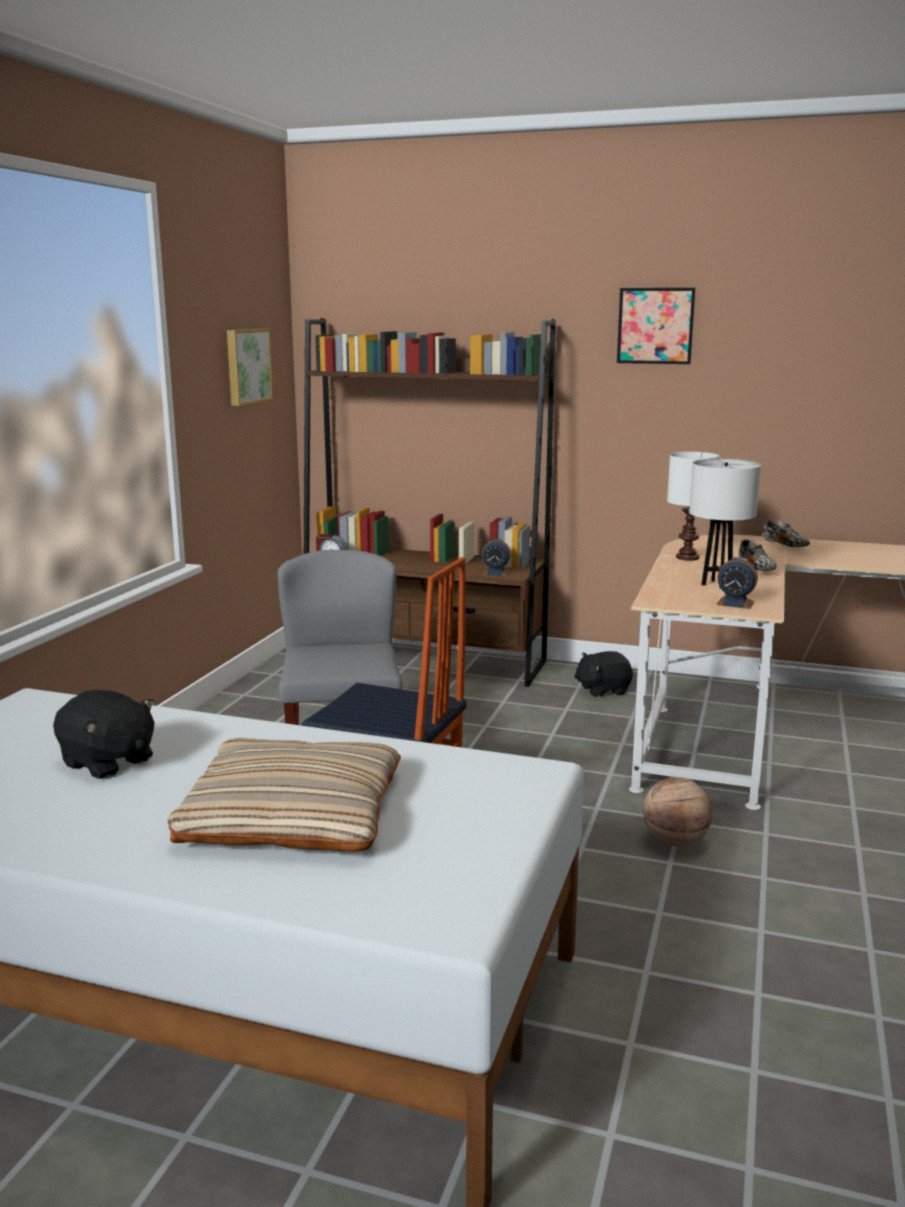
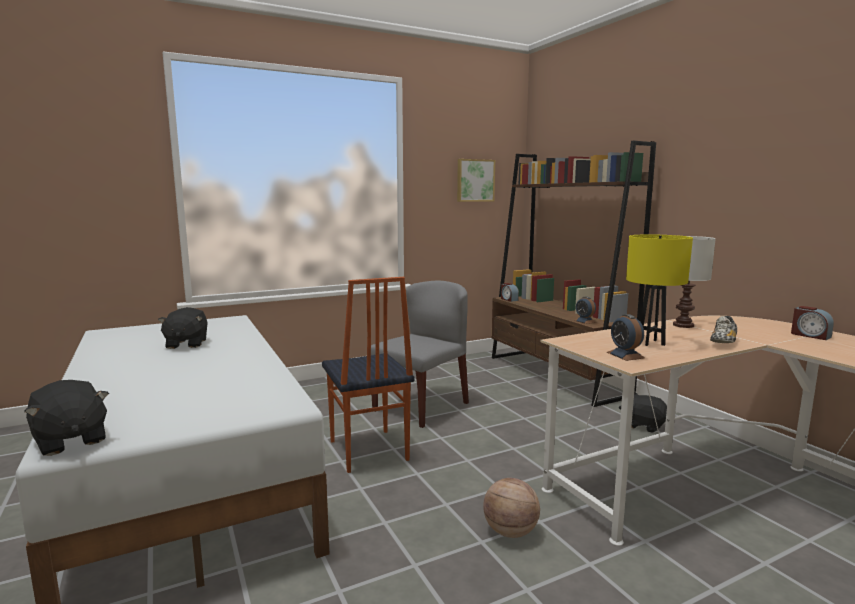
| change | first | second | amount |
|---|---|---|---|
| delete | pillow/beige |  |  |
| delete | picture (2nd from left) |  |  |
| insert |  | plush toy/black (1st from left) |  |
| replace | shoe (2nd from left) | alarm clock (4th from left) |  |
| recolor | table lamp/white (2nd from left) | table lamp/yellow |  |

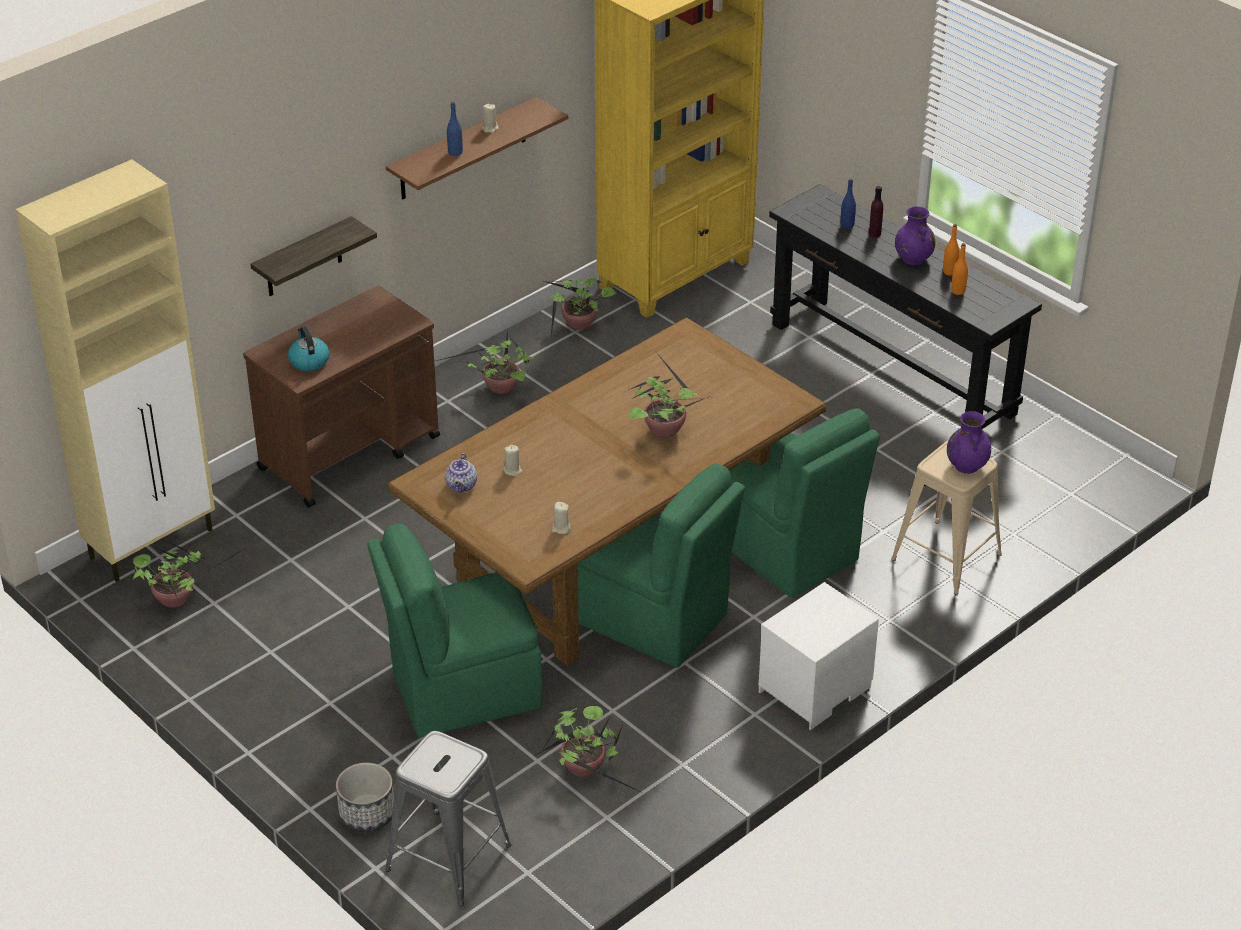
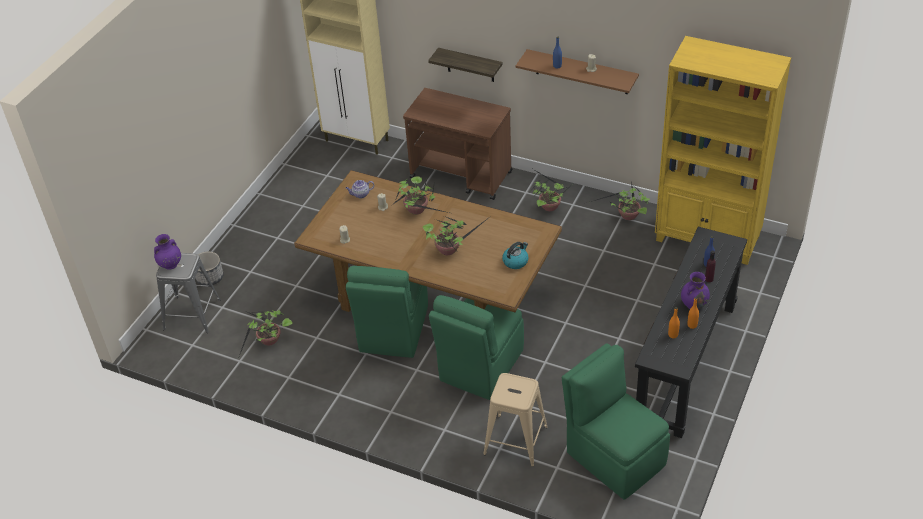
| change | first | second | amount |
|---|---|---|---|
| delete | nightstand/white |  |  |
| move | potted plant (1st from left in the first image) | potted plant (2nd from left) |  |
| move | kettle |  |  |
| move | chair/green (1st from left in the first image) | chair/green (3rd from left) |  |
| move | vase/purple (2nd from left in the first image) | vase/purple (1st from left) |  |

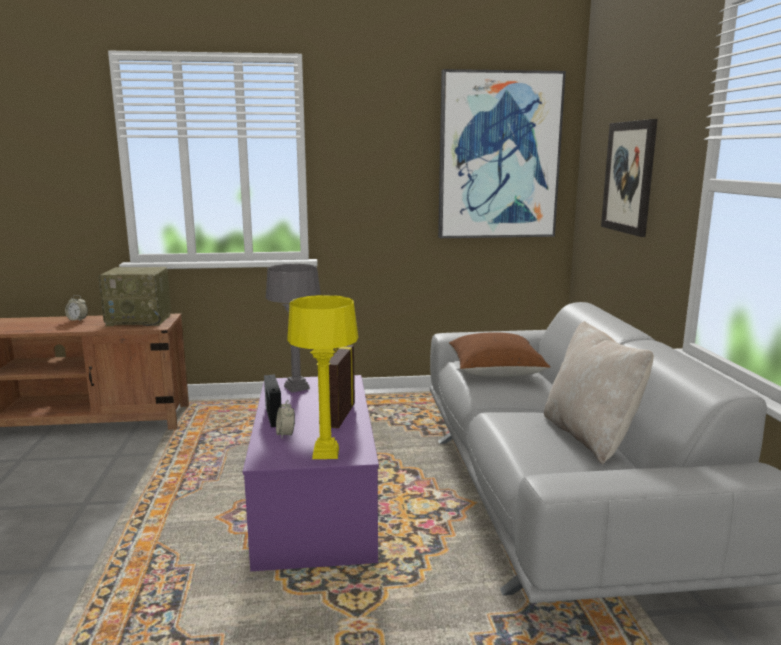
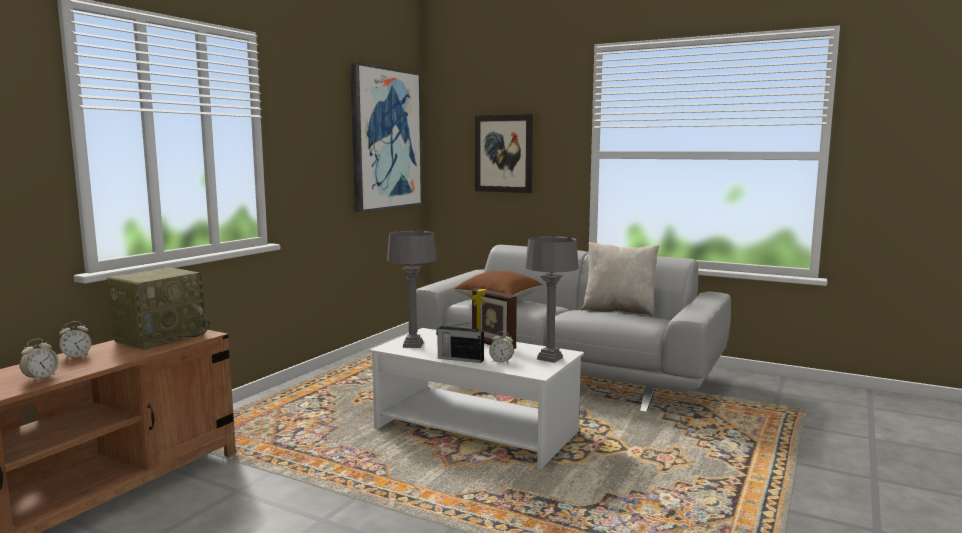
| change | first | second | amount |
|---|---|---|---|
| insert |  | alarm clock (1st from left) |  |
| recolor | coffee table/purple | coffee table/white |  |
| recolor | table lamp/yellow | table lamp/grey (2nd from left) |  |

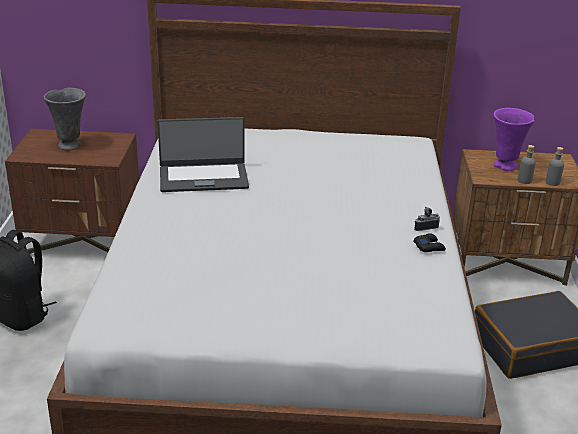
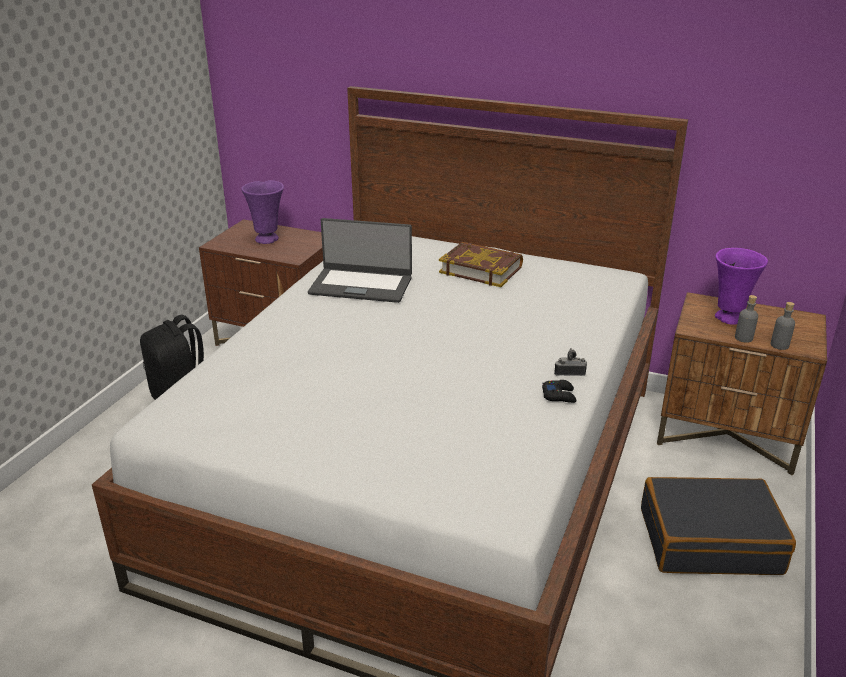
| change | first | second | amount |
|---|---|---|---|
| insert |  | book |  |
| recolor | vase/grey | vase/purple (1st from left) |  |

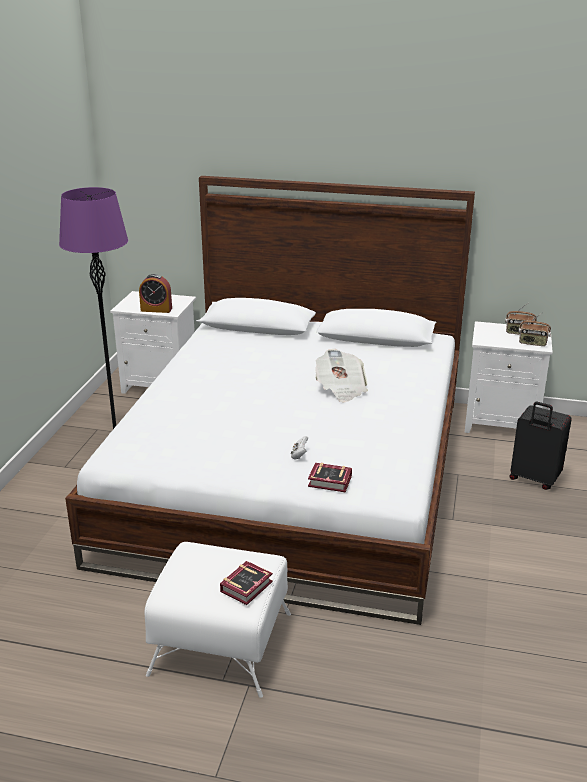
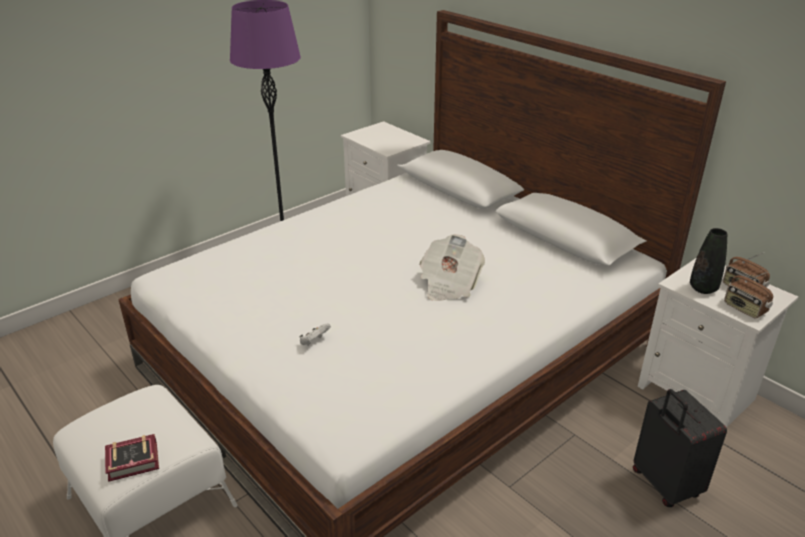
| change | first | second | amount |
|---|---|---|---|
| delete | alarm clock |  |  |
| delete | book (2nd from left) |  |  |
| insert |  | vase/black |  |

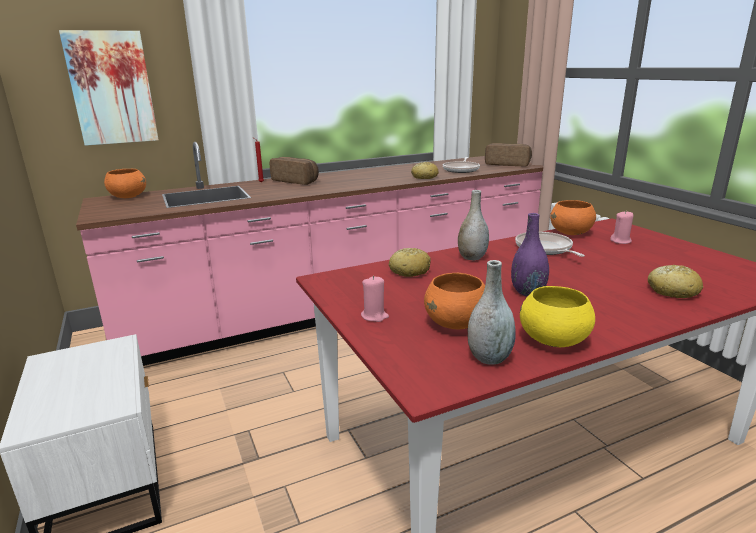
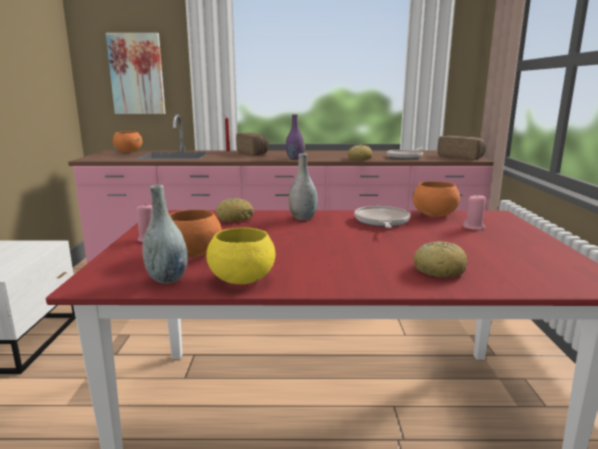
| change | first | second | amount |
|---|---|---|---|
| move | vase/purple |  |  |

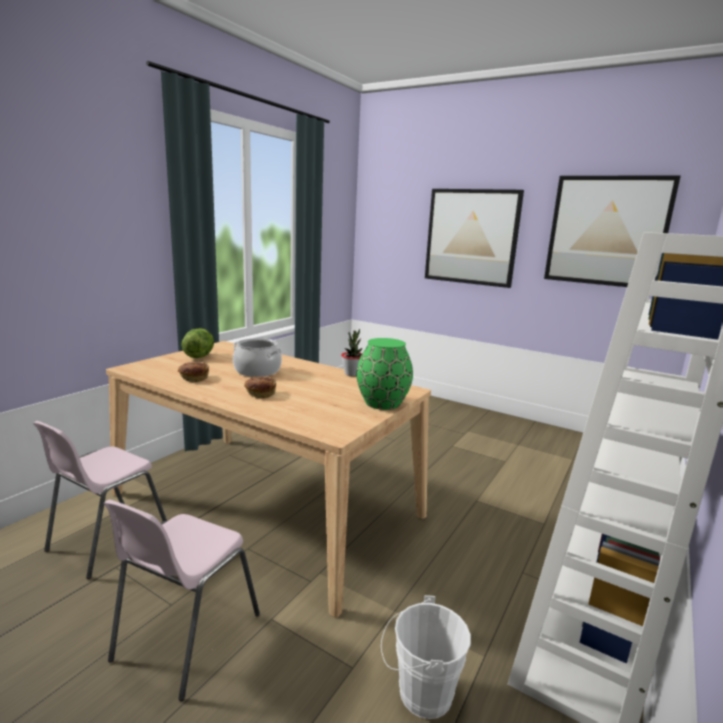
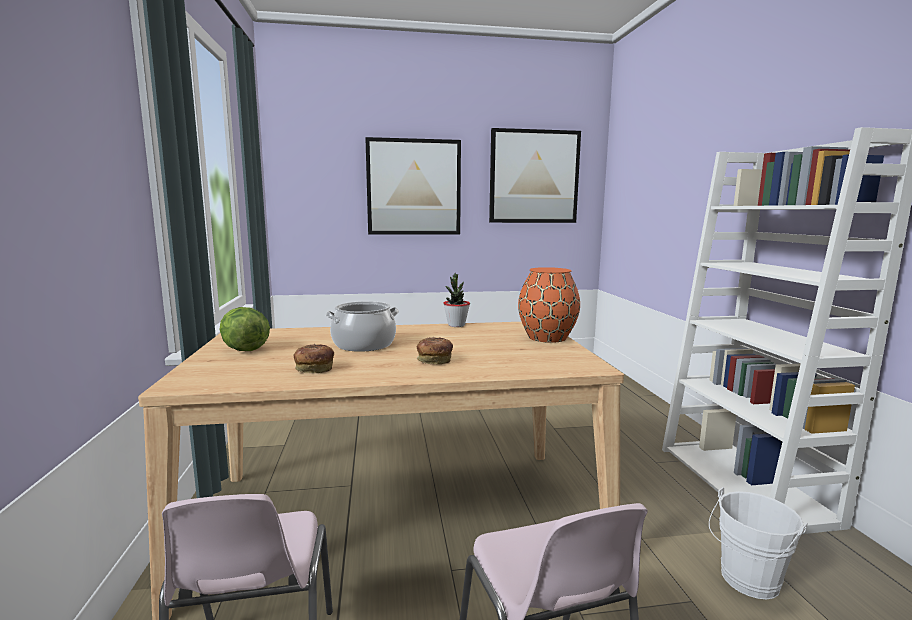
| change | first | second | amount |
|---|---|---|---|
| recolor | vase/green | vase/orange |  |

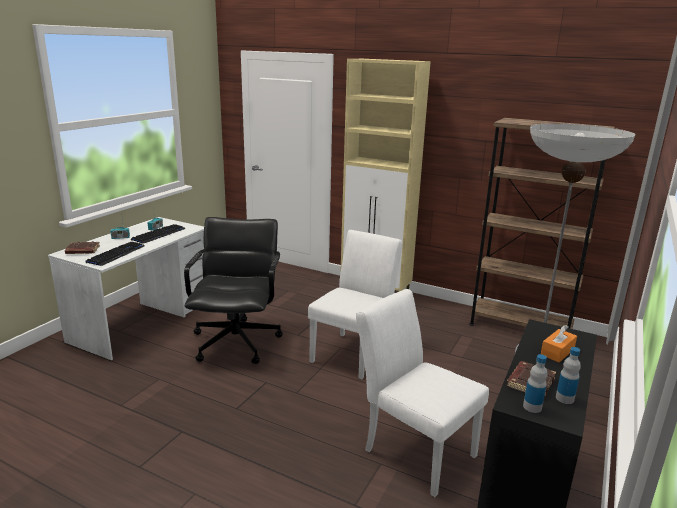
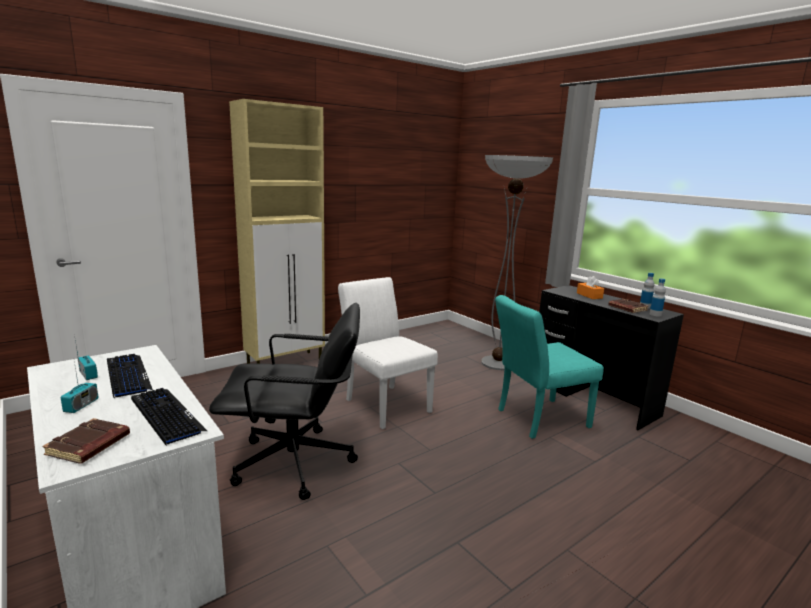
| change | first | second | amount |
|---|---|---|---|
| delete | bookcase/brown |  |  |
| recolor | chair/white (2nd from left) | chair/turquoise |  |
| rotate | office chair/black |  | 150 degrees clockwise |

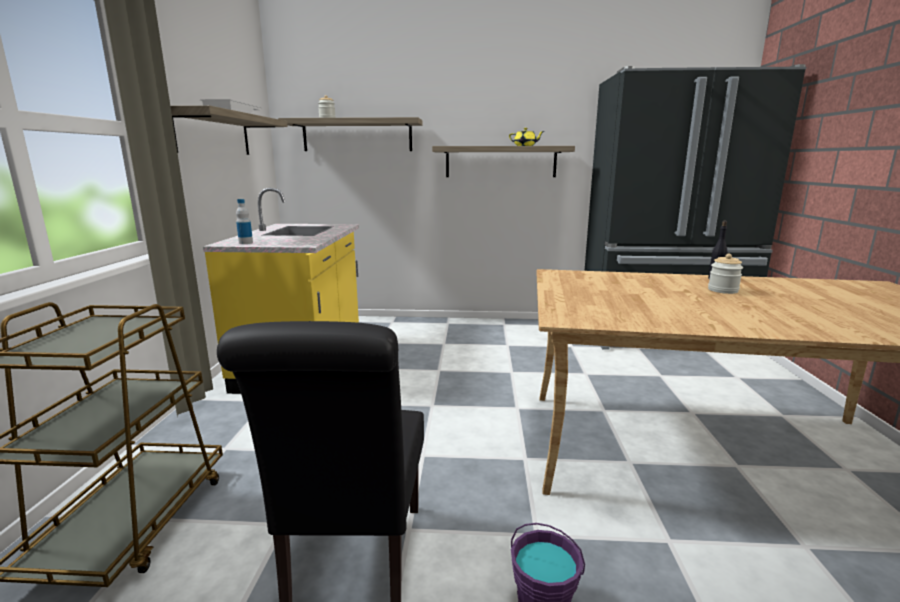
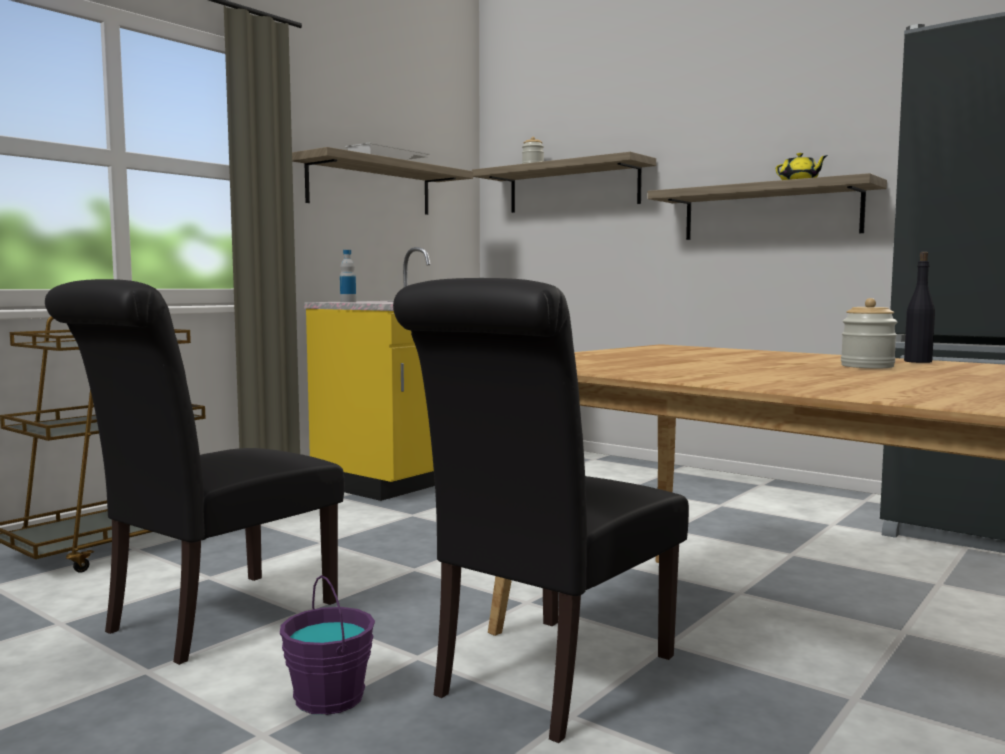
| change | first | second | amount |
|---|---|---|---|
| insert |  | chair/black (2nd from left) |  |

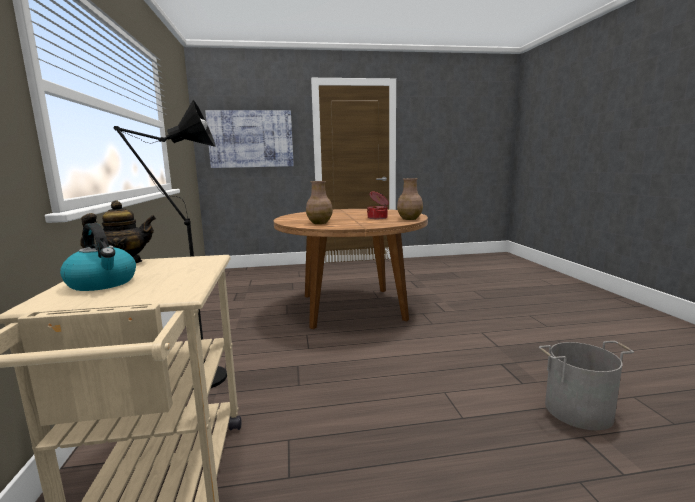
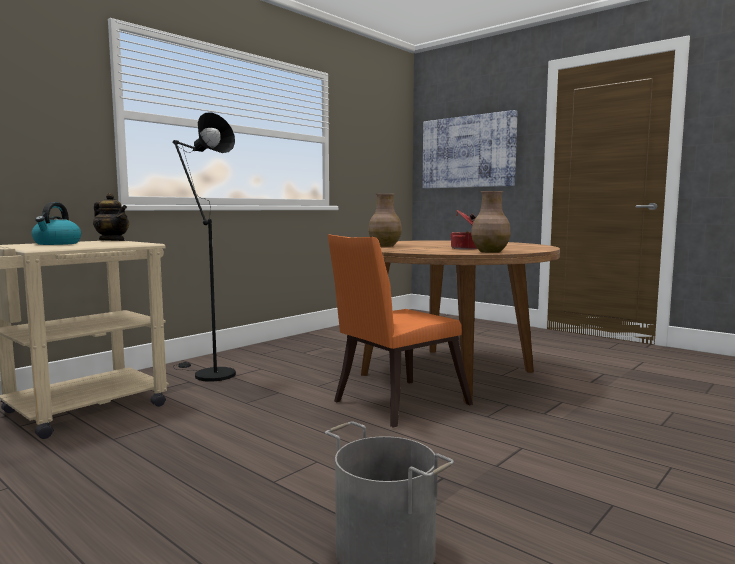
| change | first | second | amount |
|---|---|---|---|
| insert |  | chair/orange |  |

